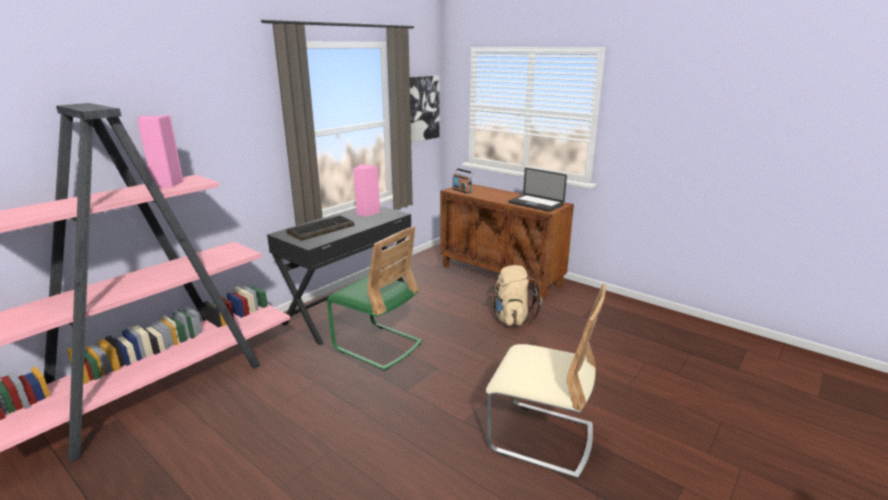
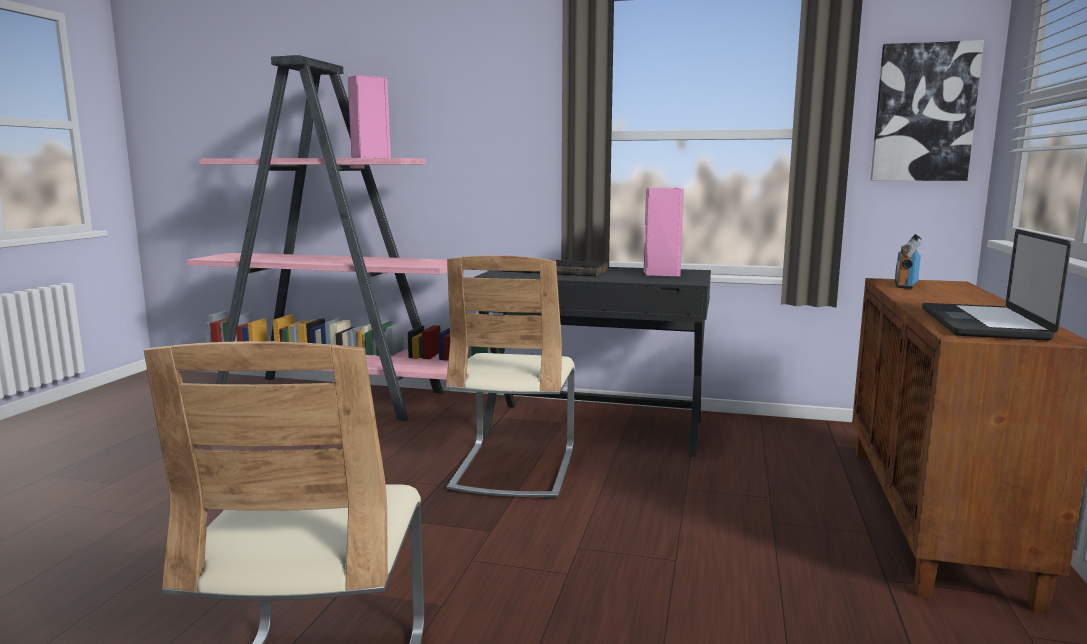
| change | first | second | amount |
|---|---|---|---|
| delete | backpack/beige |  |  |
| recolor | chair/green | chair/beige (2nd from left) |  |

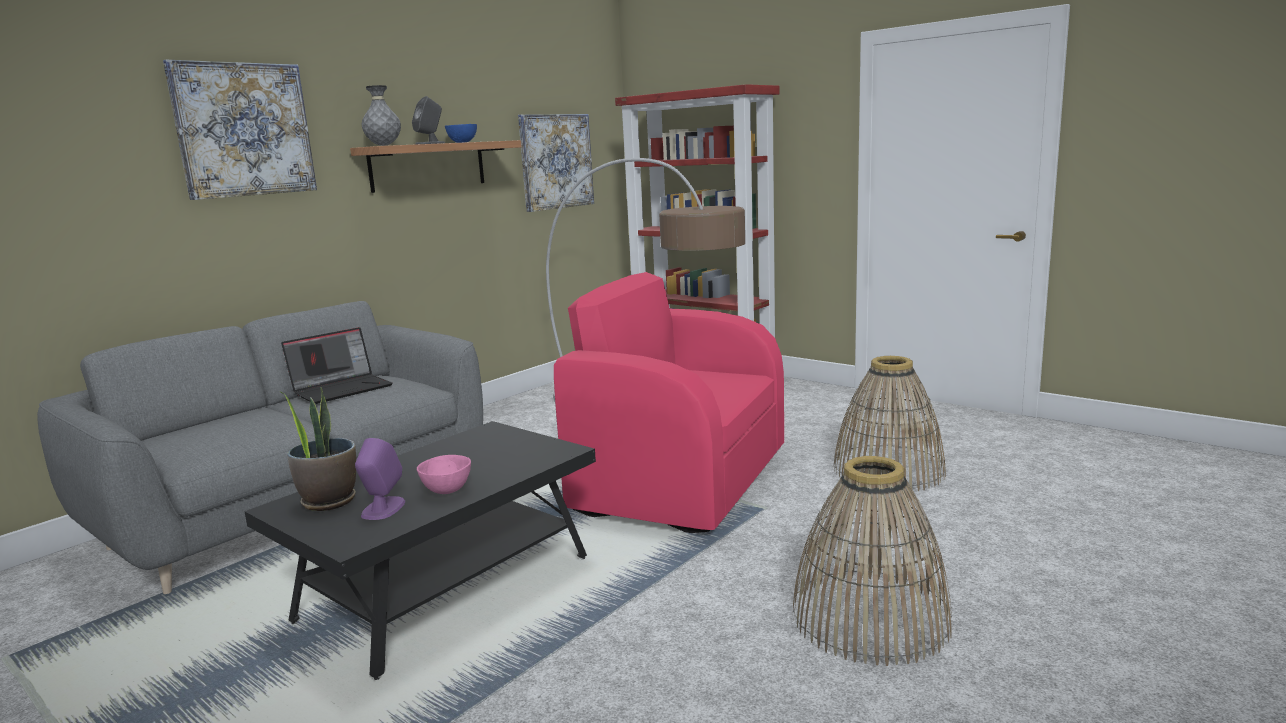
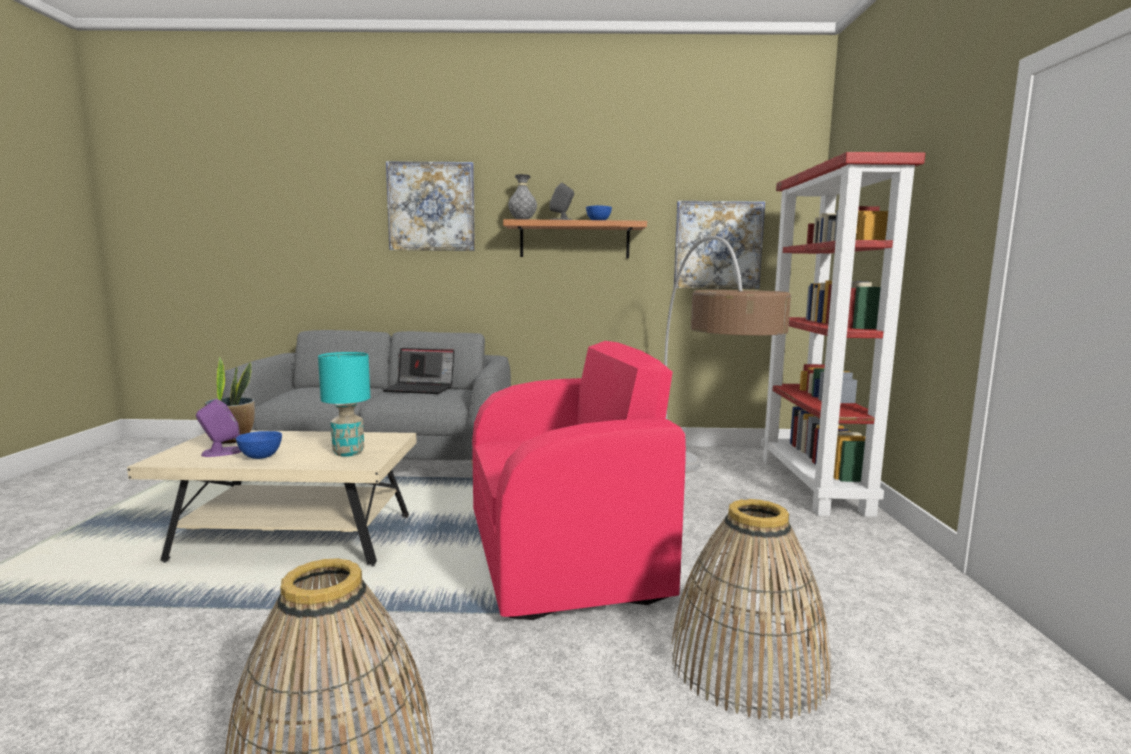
| change | first | second | amount |
|---|---|---|---|
| insert |  | table lamp/turquoise |  |
| recolor | coffee table/black | coffee table/beige |  |
| recolor | bowl/pink | bowl/blue (1st from left) |  |
| rotate | armchair/pink |  | 90 degrees clockwise |

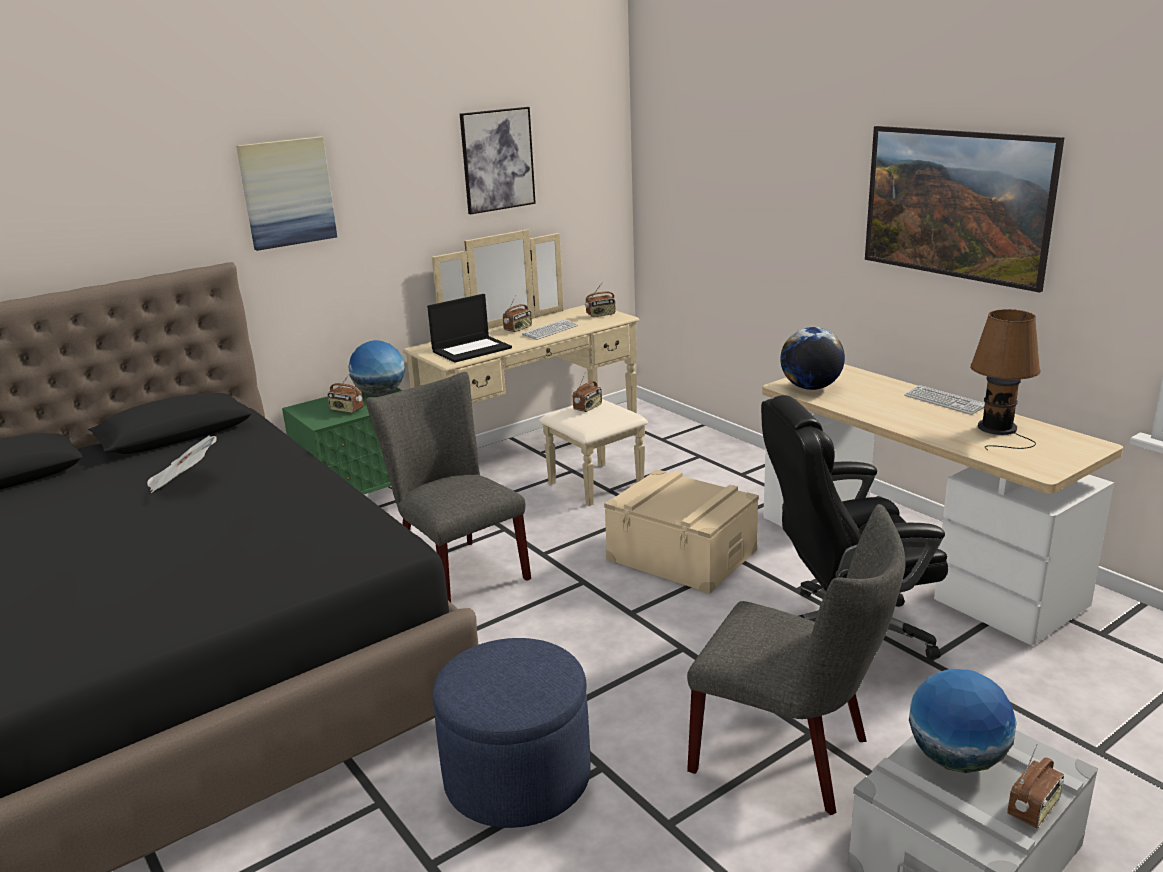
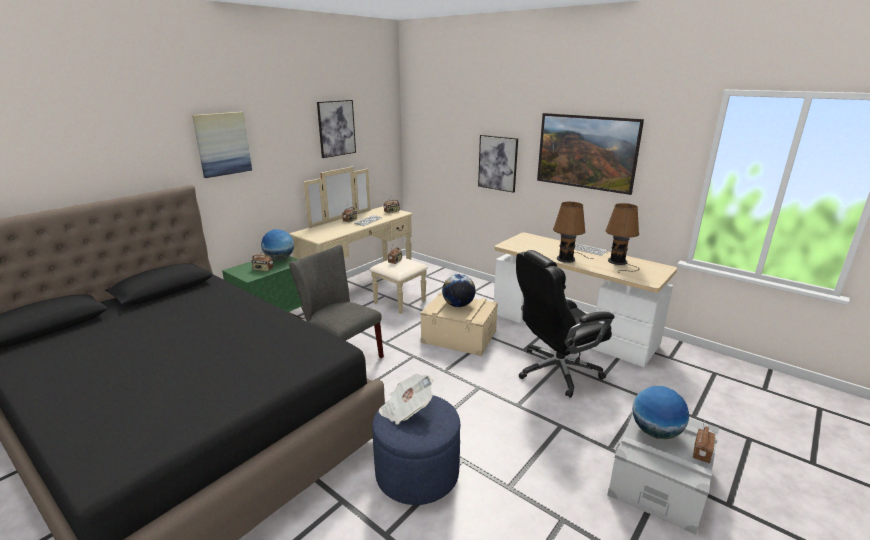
| change | first | second | amount |
|---|---|---|---|
| delete | laptop |  |  |
| delete | chair/grey (2nd from left) |  |  |
| insert |  | picture (3rd from left) |  |
| insert |  | table lamp/brown (1st from left) |  |
| move | newspaper |  |  |
| move | globe (2nd from left) |  |  |

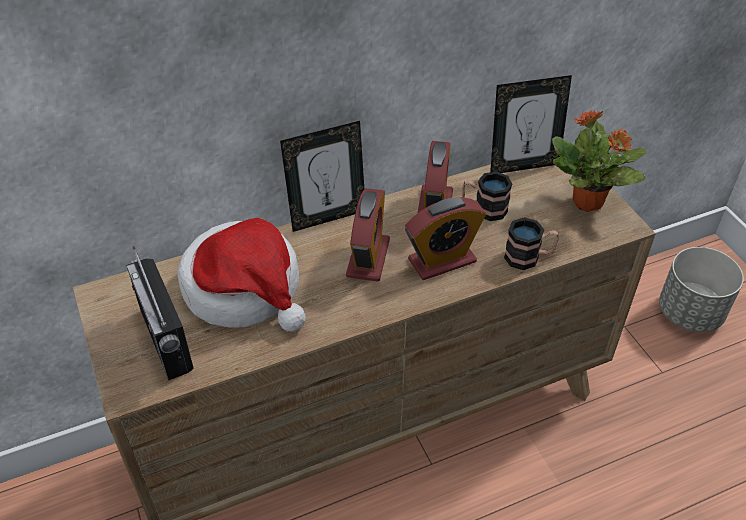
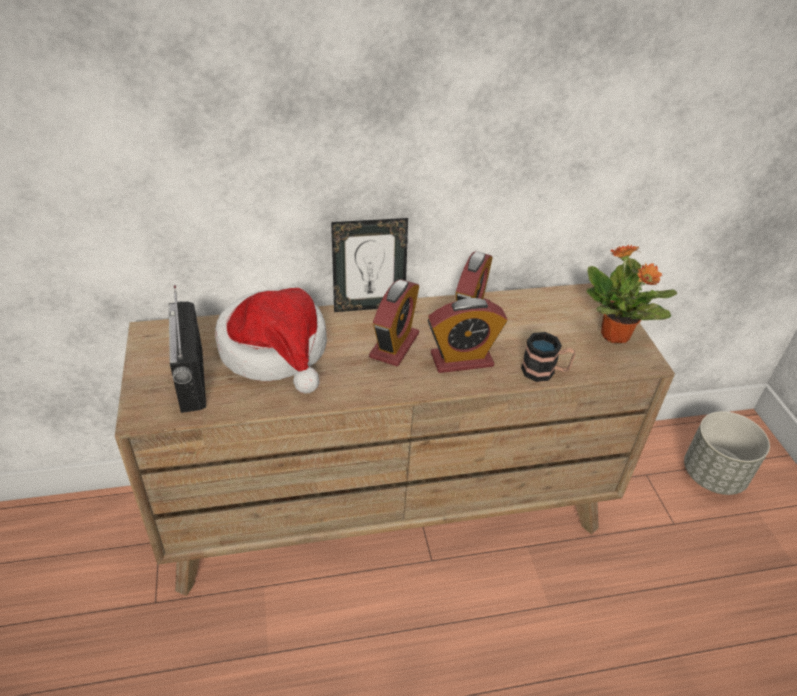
| change | first | second | amount |
|---|---|---|---|
| delete | mug (1st from left) |  |  |
| delete | picture frame (2nd from left) |  |  |

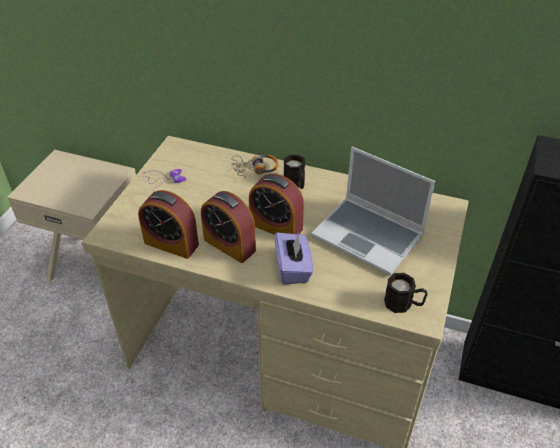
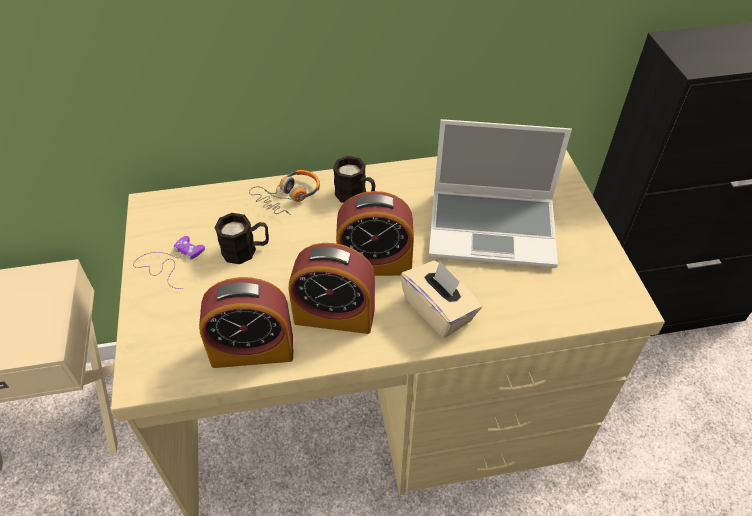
| change | first | second | amount |
|---|---|---|---|
| move | mug/black (2nd from left in the first image) | mug/black (1st from left) |  |
| recolor | tissue box/purple | tissue box/beige |  |

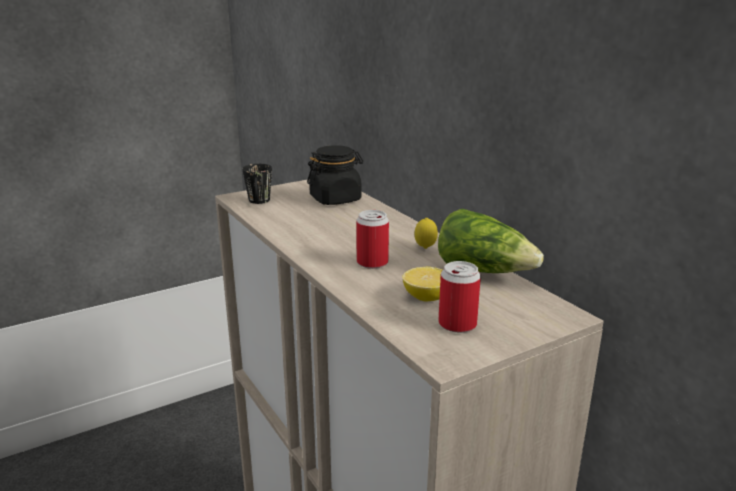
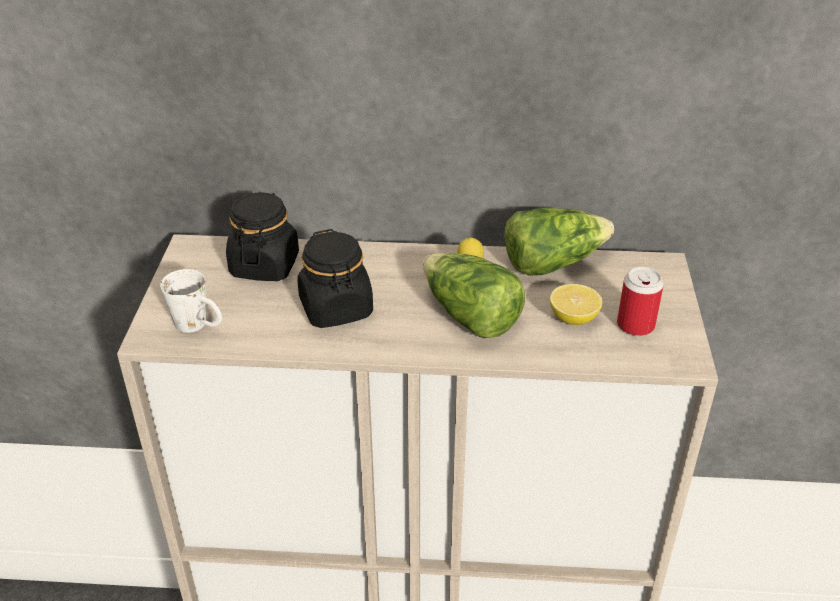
| change | first | second | amount |
|---|---|---|---|
| insert |  | jar/black (2nd from left) |  |
| replace | can (1st from left) | lettuce (1st from left) |  |
| recolor | mug/black | mug/white |  |

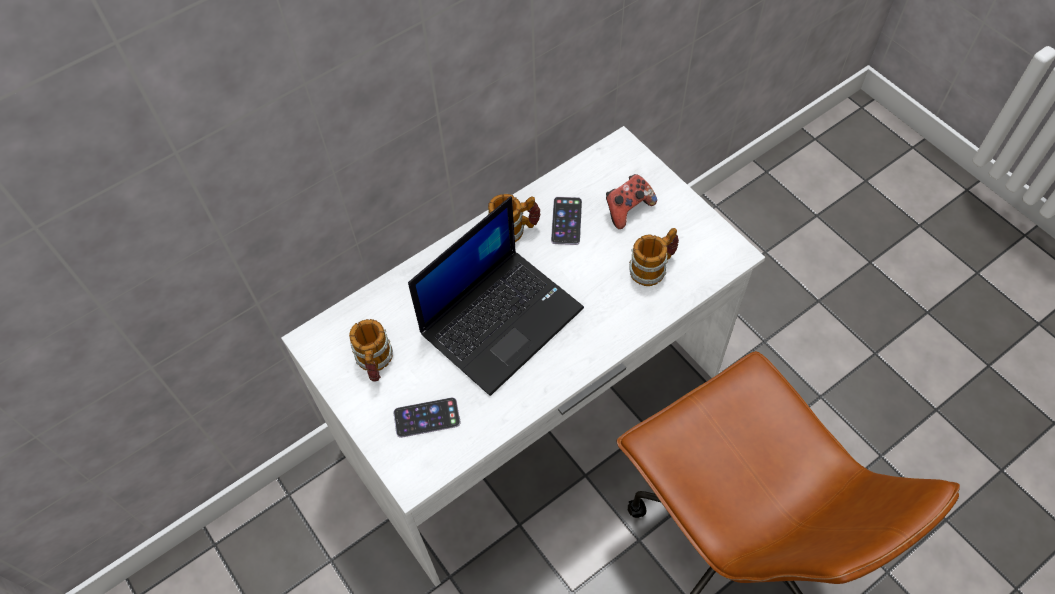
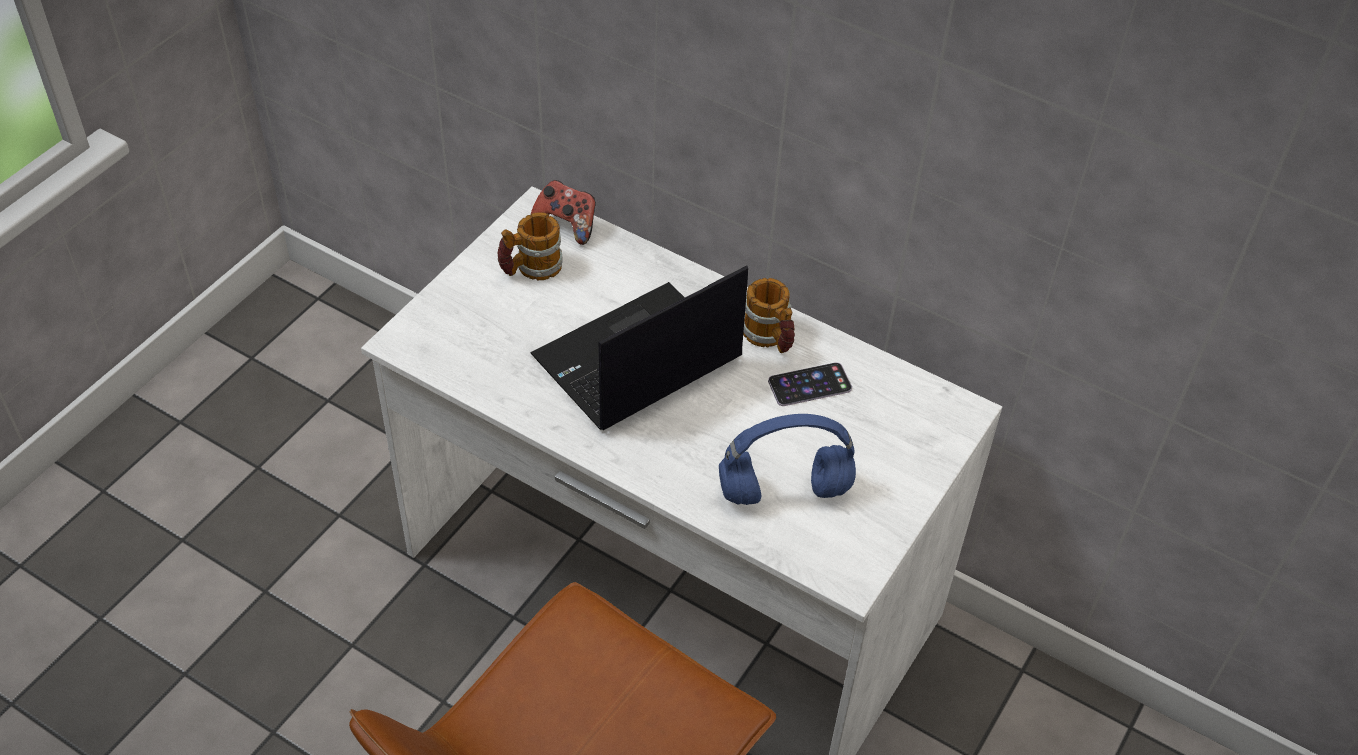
| change | first | second | amount |
|---|---|---|---|
| delete | phone (1st from left) |  |  |
| move | game controller |  |  |
| replace | mug (3rd from left) | headphones/blue |  |
| rotate | laptop |  | 120 degrees clockwise |

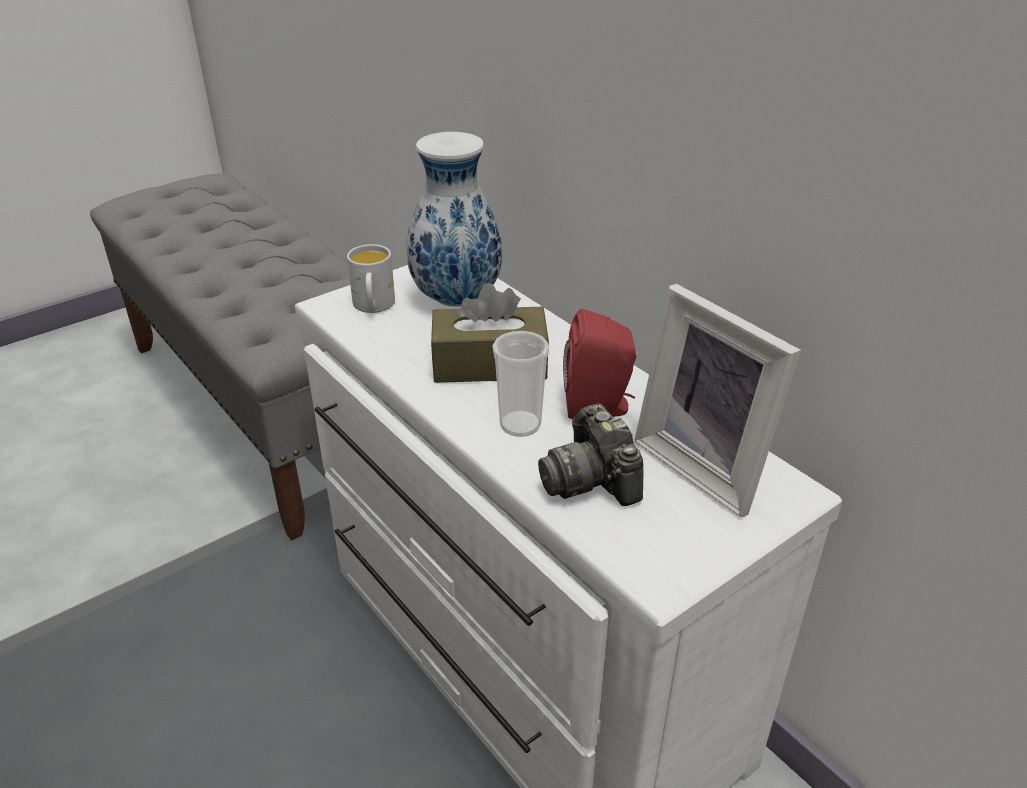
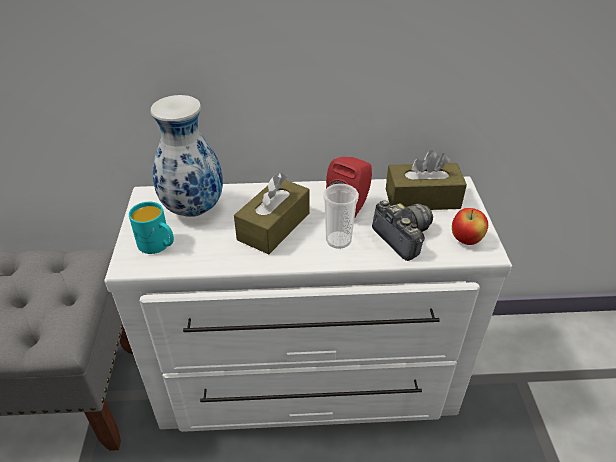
| change | first | second | amount |
|---|---|---|---|
| insert |  | apple |  |
| replace | picture frame | tissue box/brown (2nd from left) |  |
| recolor | mug/white | mug/turquoise |  |
| rotate | photo camera |  | 135 degrees counterclockwise |

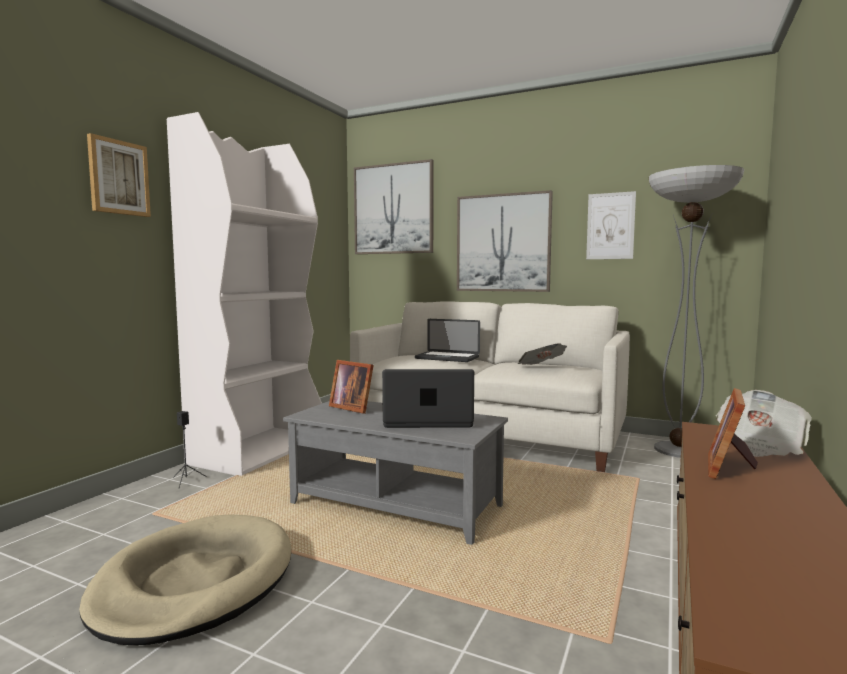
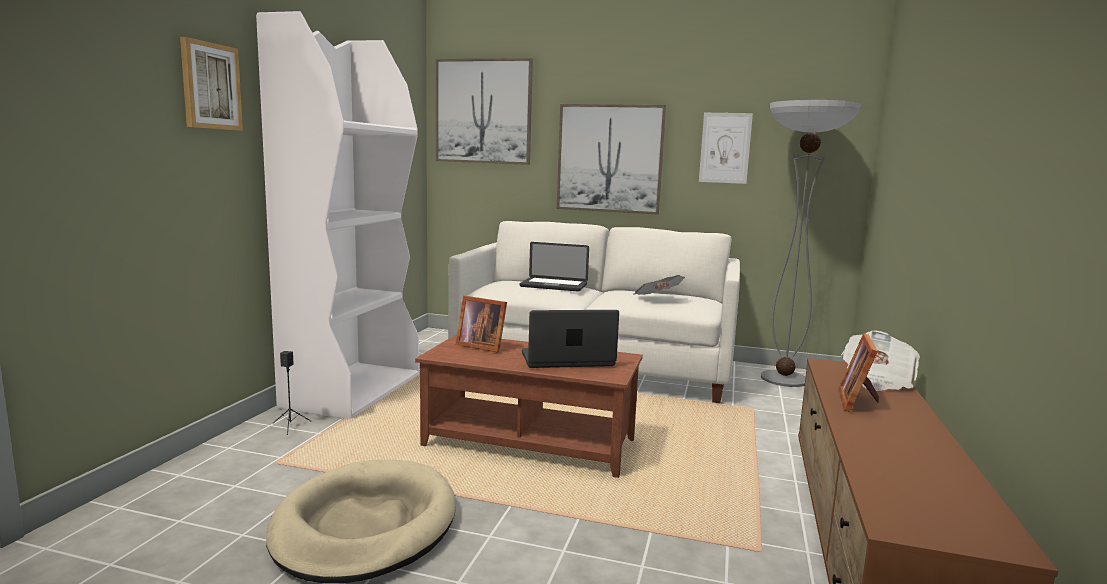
| change | first | second | amount |
|---|---|---|---|
| recolor | coffee table/grey | coffee table/brown |  |

